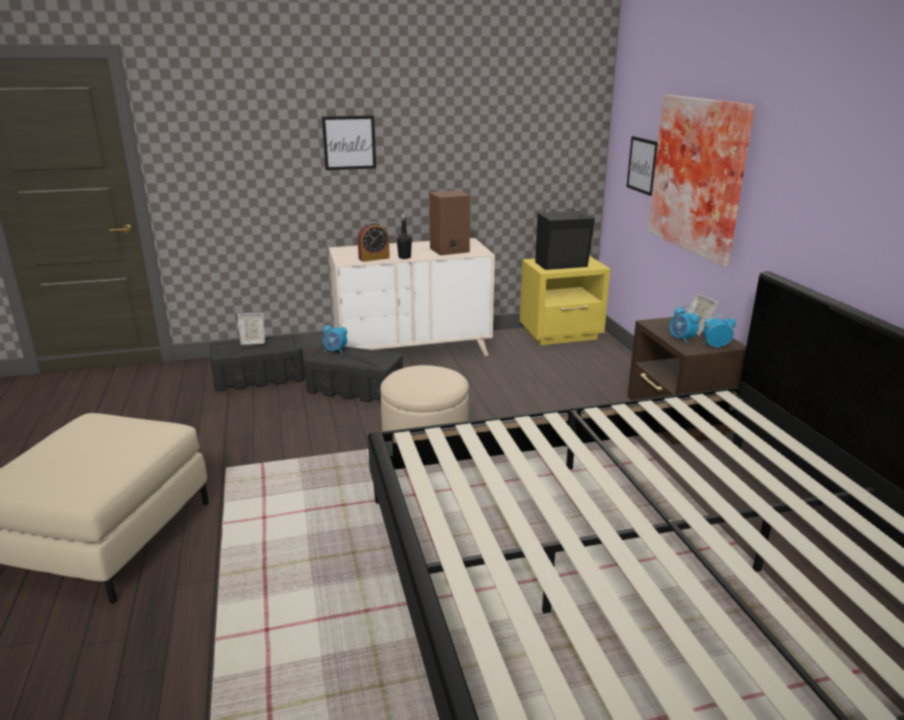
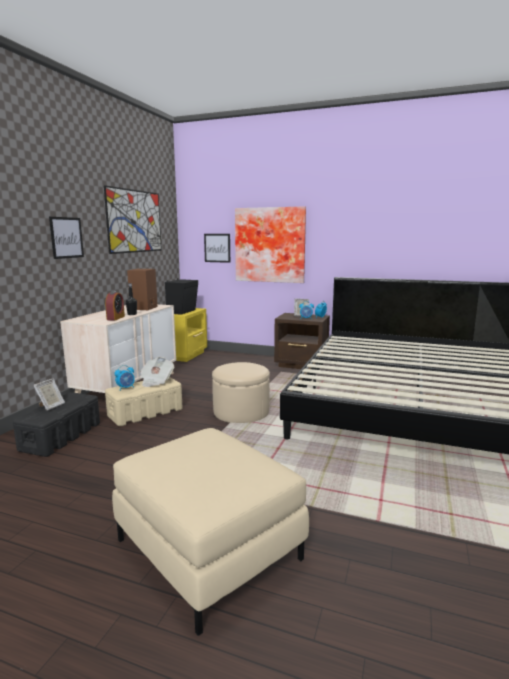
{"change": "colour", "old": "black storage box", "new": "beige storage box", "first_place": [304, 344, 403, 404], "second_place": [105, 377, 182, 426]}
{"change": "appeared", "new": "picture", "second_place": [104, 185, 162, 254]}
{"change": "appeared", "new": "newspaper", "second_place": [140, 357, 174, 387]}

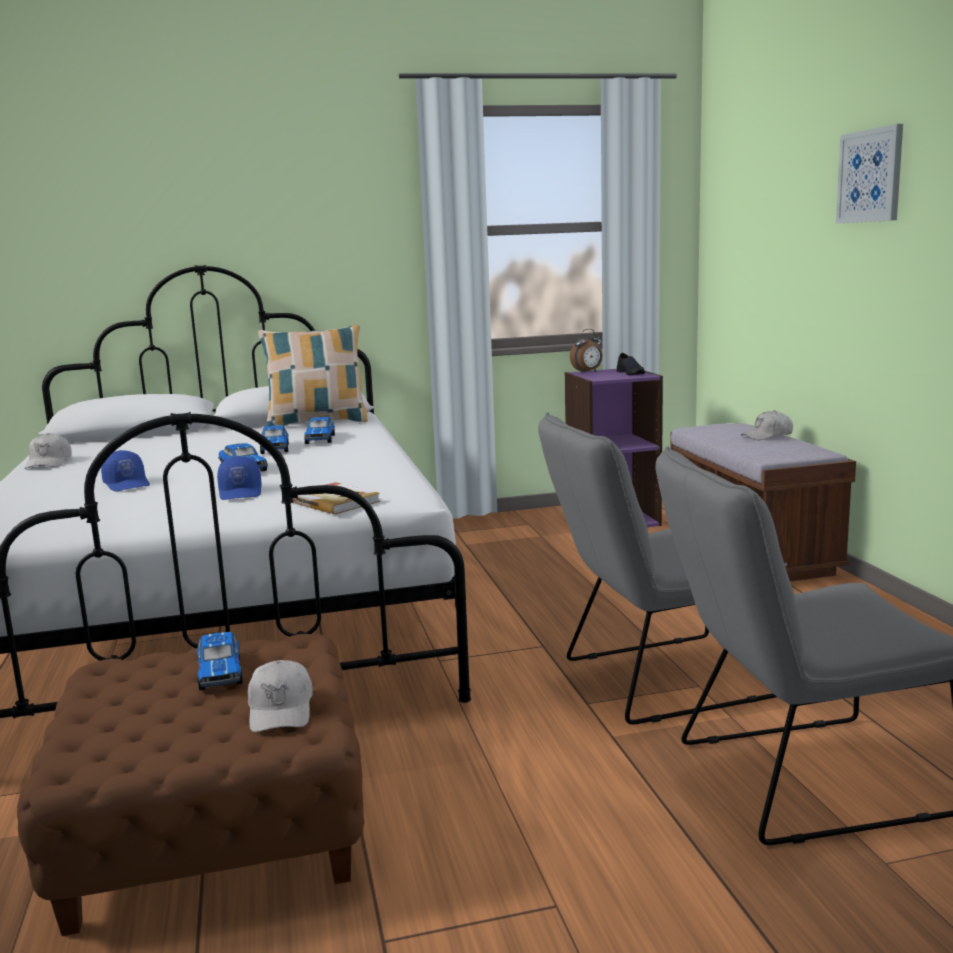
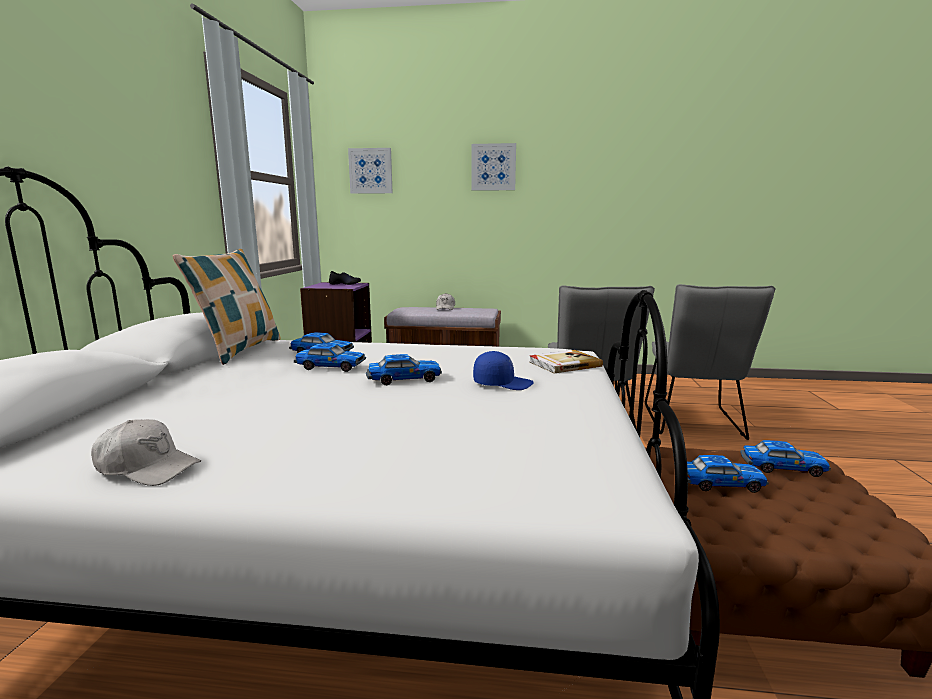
{"change": "missing", "old": "alarm clock", "first_place": [570, 329, 603, 373]}
{"change": "missing", "old": "blue cap", "first_place": [101, 450, 150, 491]}
{"change": "exchanged", "old": "white cap", "new": "toy car", "first_place": [248, 660, 313, 732], "second_place": [740, 440, 831, 477]}
{"change": "appeared", "new": "picture", "second_place": [348, 148, 393, 194]}

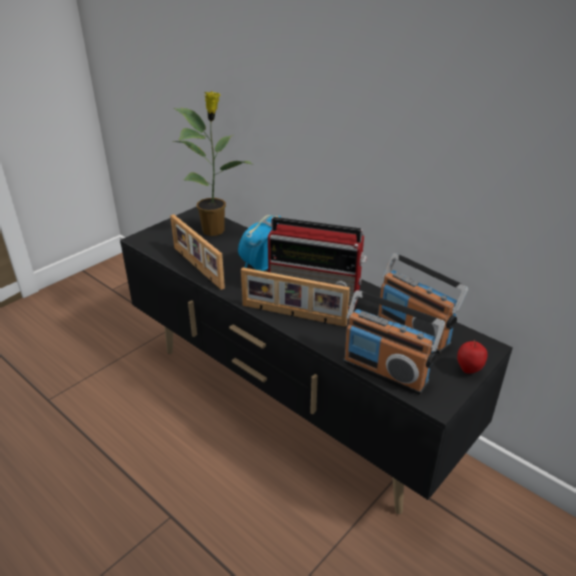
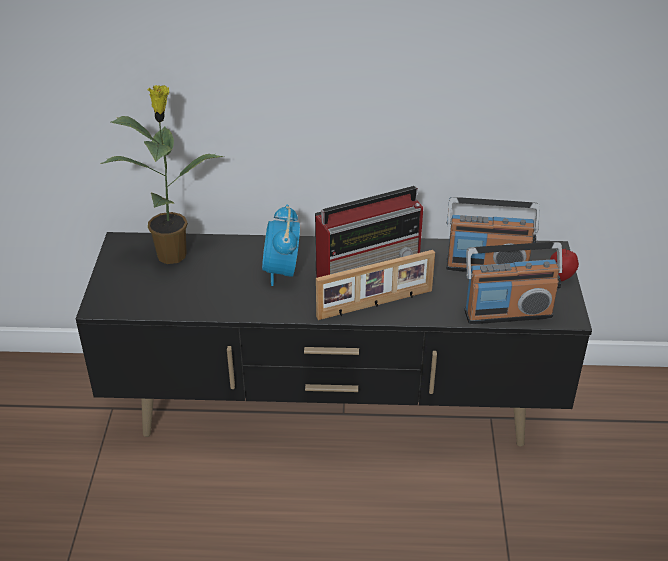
{"change": "missing", "old": "picture frame", "first_place": [170, 214, 225, 290]}

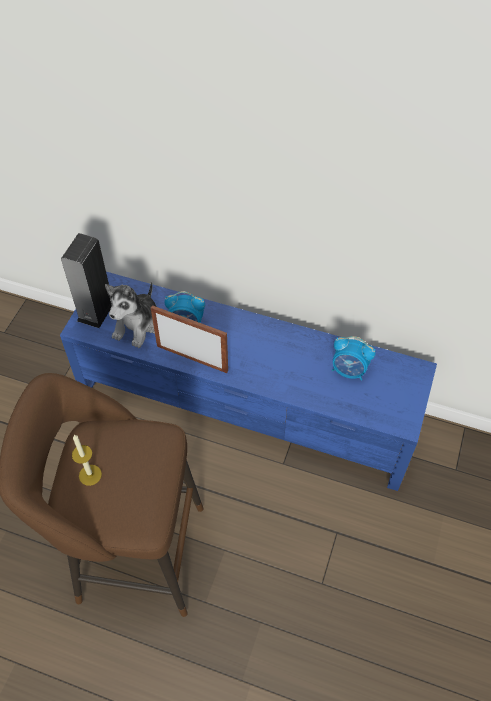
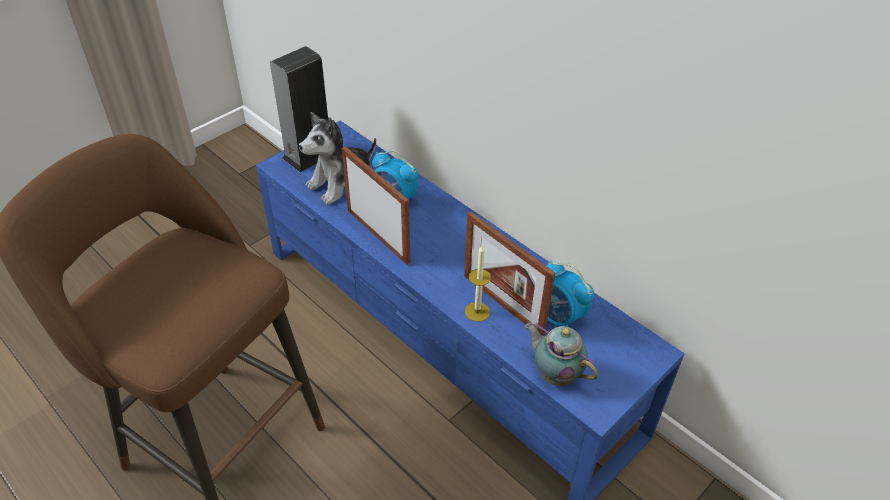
{"change": "relocated", "old": "candle", "first_place": [72, 435, 102, 486], "second_place": [465, 246, 491, 322]}
{"change": "appeared", "new": "picture frame", "second_place": [464, 212, 555, 336]}
{"change": "appeared", "new": "teapot", "second_place": [525, 322, 598, 386]}

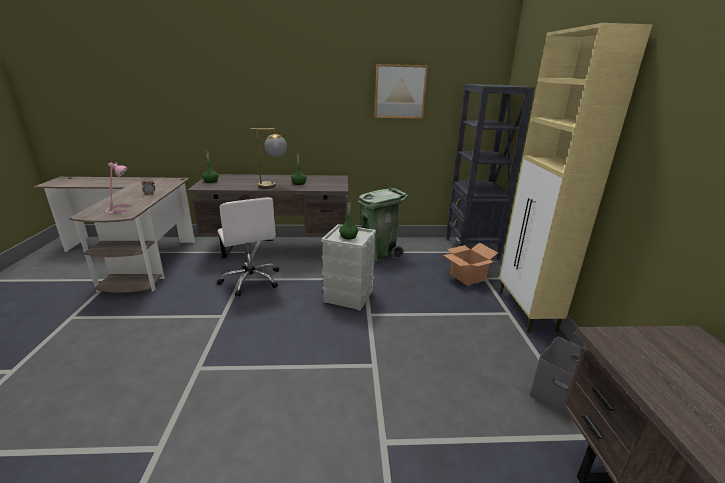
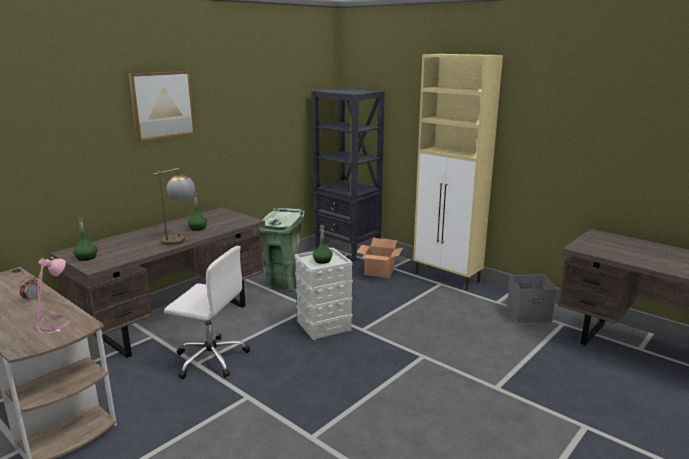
{"change": "relocated", "old": "picture", "first_place": [375, 64, 428, 119], "second_place": [129, 71, 195, 141]}

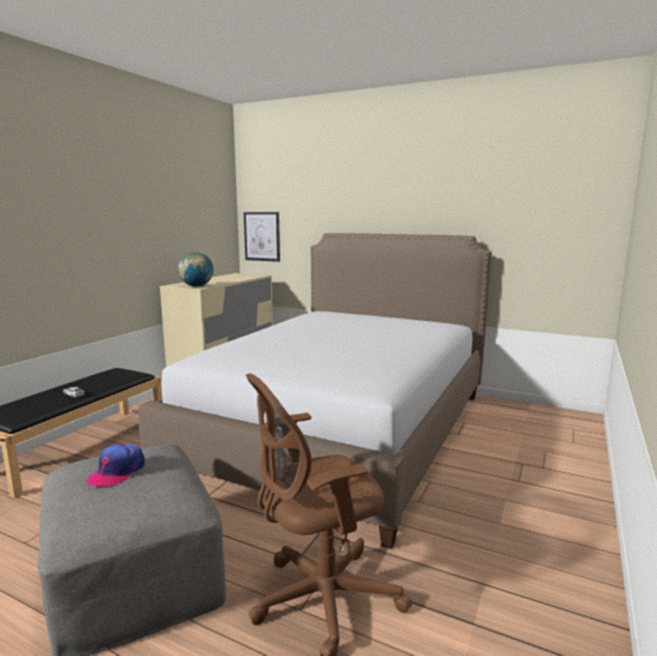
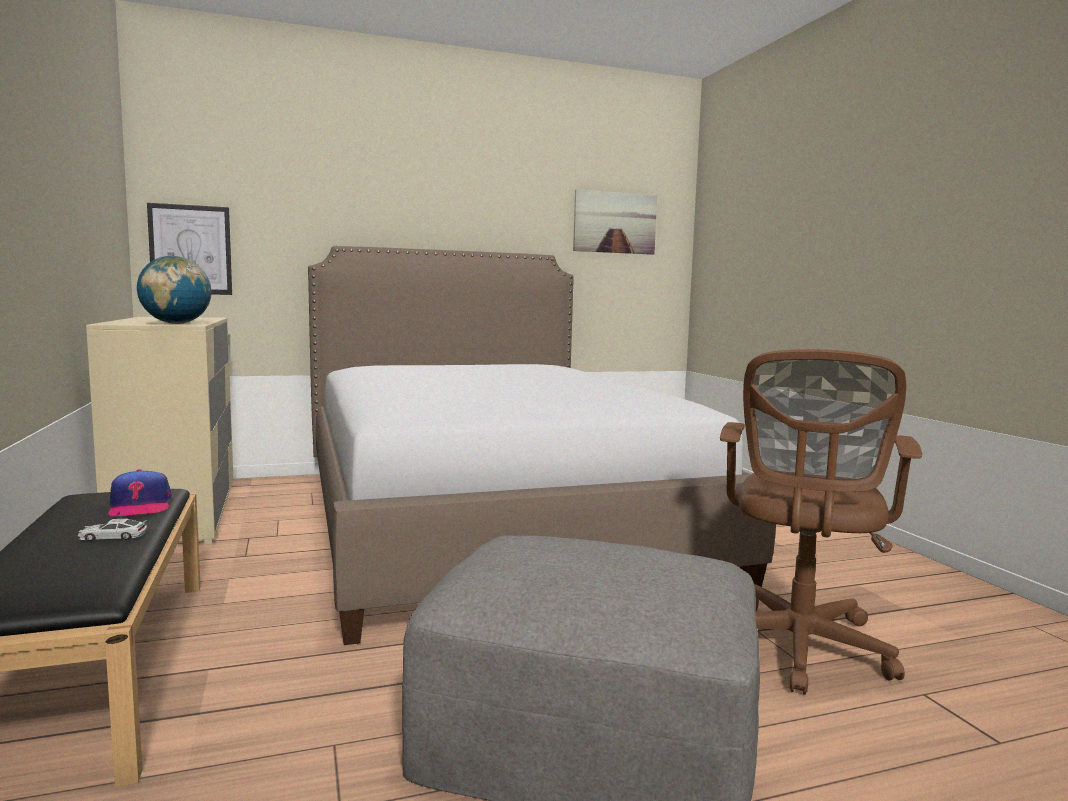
{"change": "relocated", "old": "cap", "first_place": [86, 444, 145, 487], "second_place": [108, 469, 171, 516]}
{"change": "appeared", "new": "picture", "second_place": [573, 189, 657, 255]}

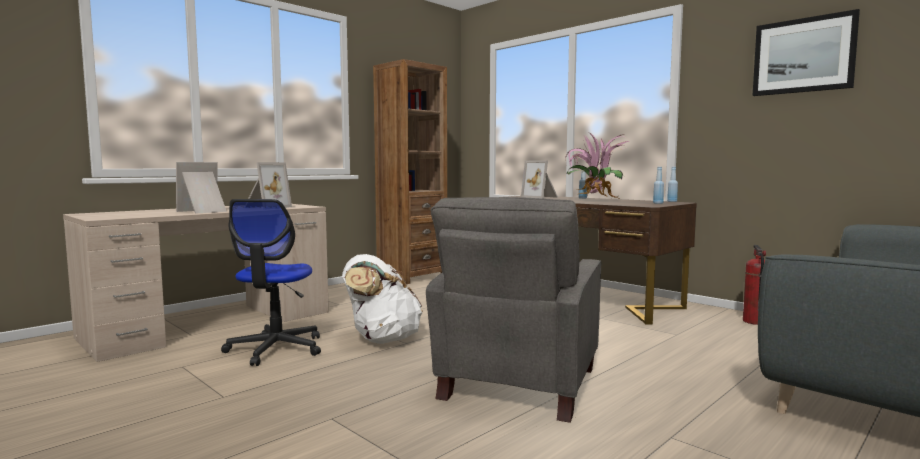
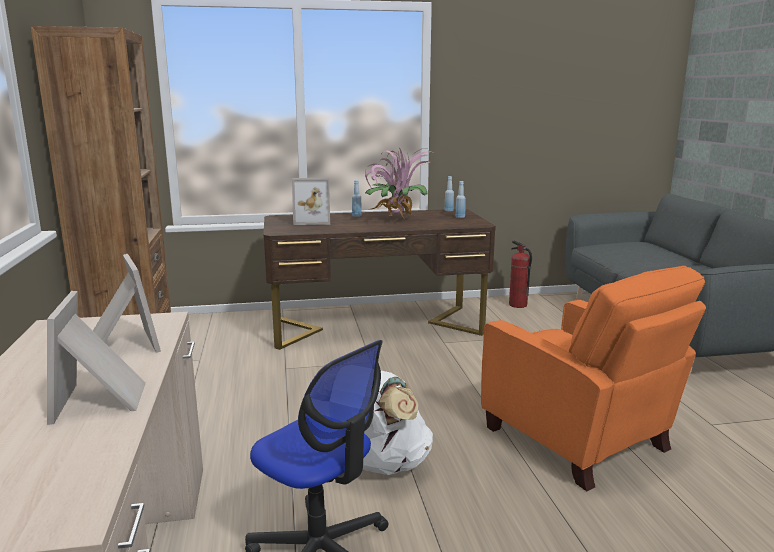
{"change": "missing", "old": "picture", "first_place": [753, 9, 860, 96]}
{"change": "colour", "old": "grey armchair", "new": "orange armchair", "first_place": [426, 197, 602, 423], "second_place": [481, 266, 706, 491]}

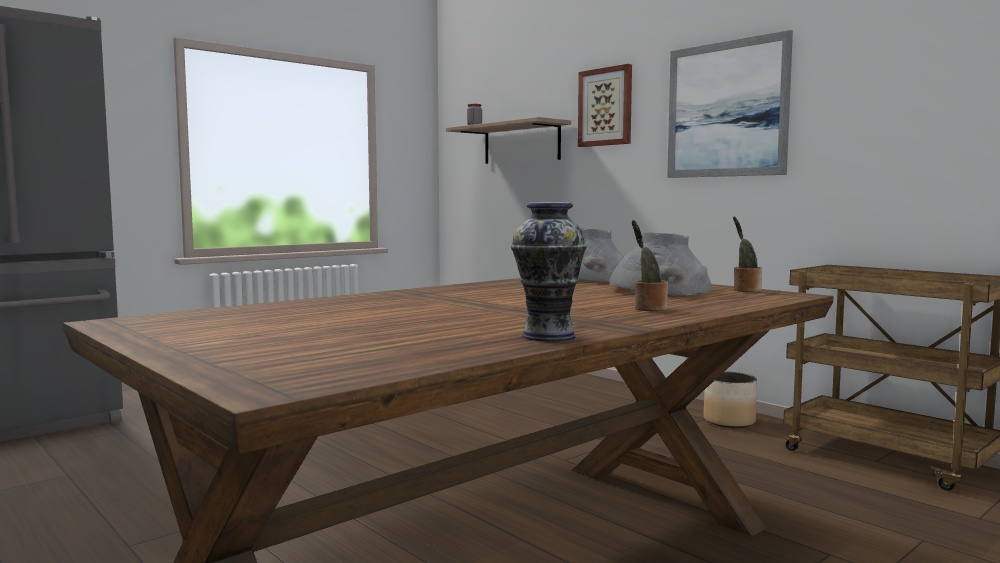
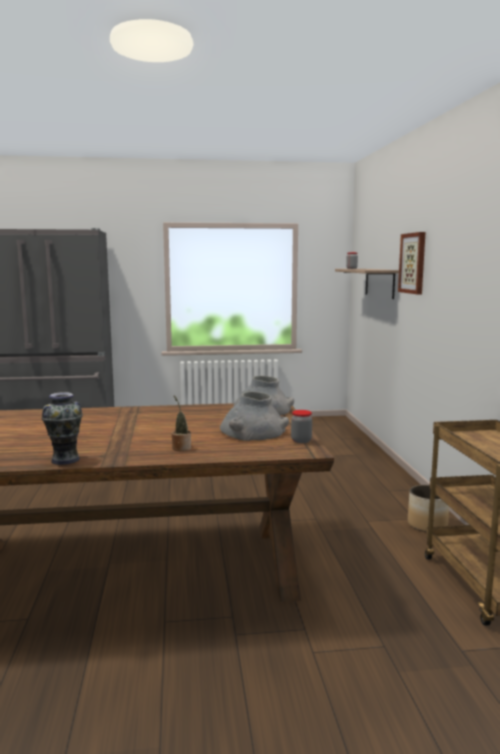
{"change": "missing", "old": "picture", "first_place": [667, 30, 793, 178]}
{"change": "exchanged", "old": "potted plant", "new": "jar", "first_place": [733, 216, 762, 292], "second_place": [291, 410, 312, 443]}

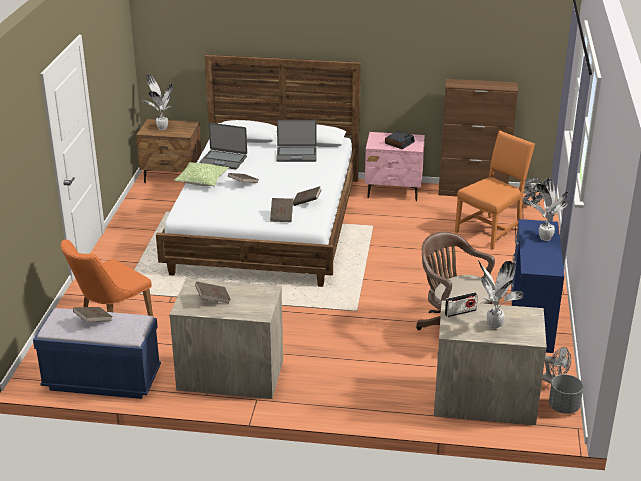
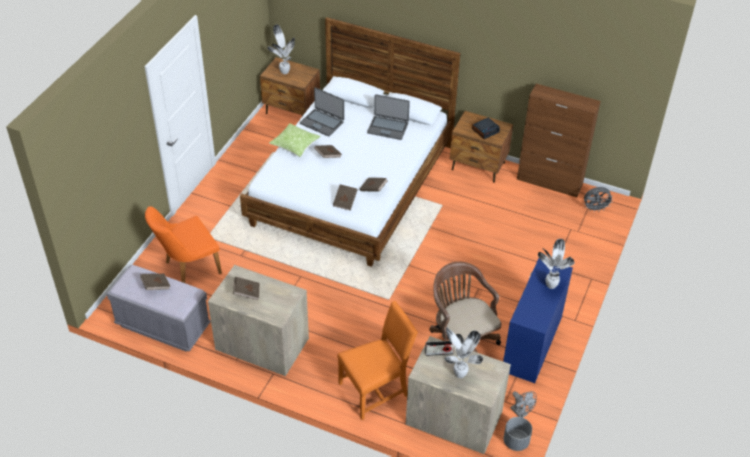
{"change": "relocated", "old": "orange chair", "first_place": [455, 131, 535, 250], "second_place": [337, 301, 418, 420]}
{"change": "colour", "old": "pink nightstand", "new": "brown nightstand", "first_place": [365, 132, 425, 201], "second_place": [450, 111, 513, 183]}
{"change": "colour", "old": "blue bench", "new": "grey bench", "first_place": [33, 308, 161, 399], "second_place": [107, 265, 211, 352]}

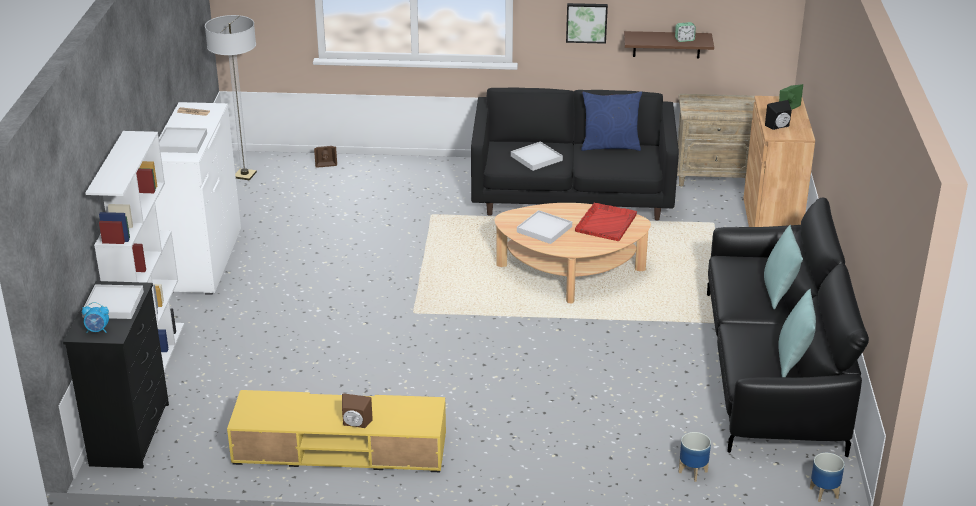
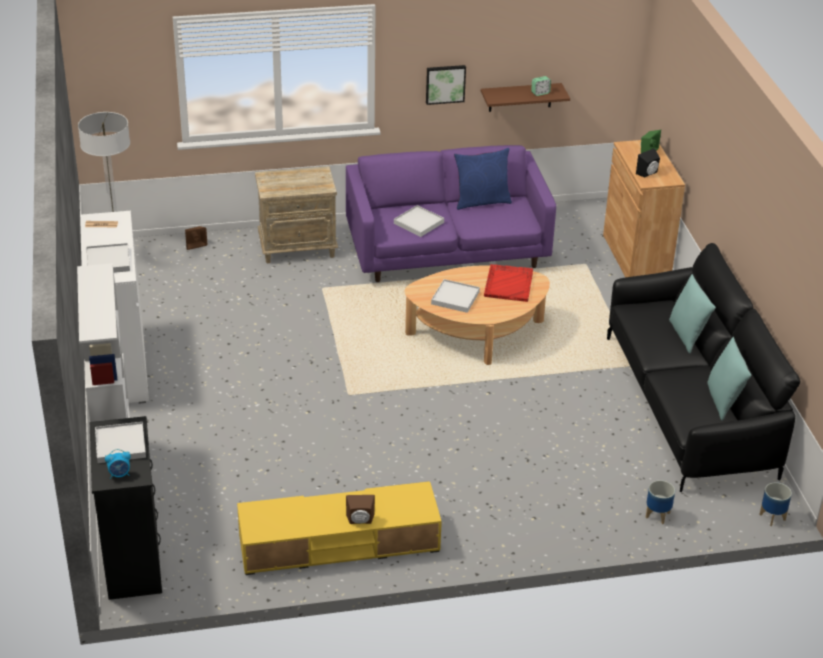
{"change": "colour", "old": "black sofa", "new": "purple sofa", "first_place": [471, 88, 679, 220], "second_place": [346, 145, 556, 282]}
{"change": "relocated", "old": "beige nightstand", "first_place": [677, 94, 755, 187], "second_place": [255, 166, 338, 263]}

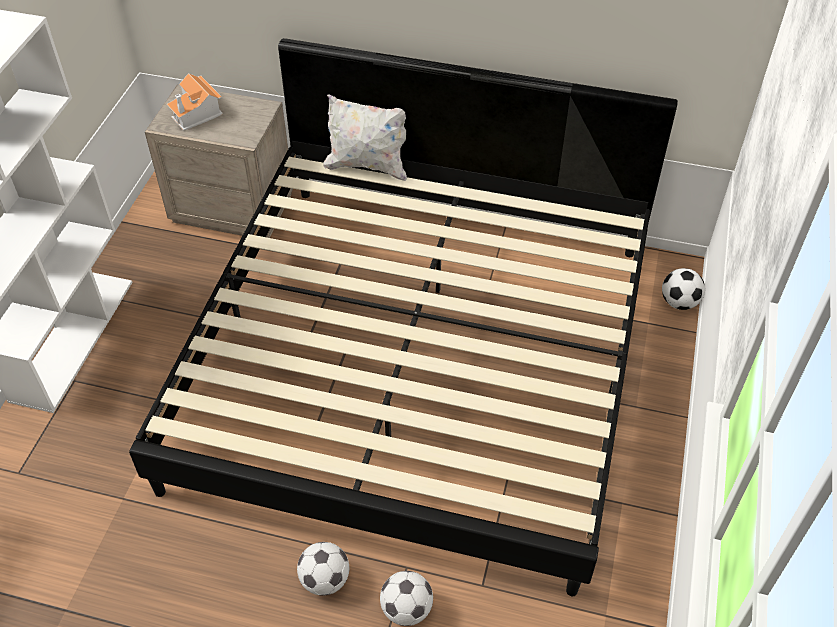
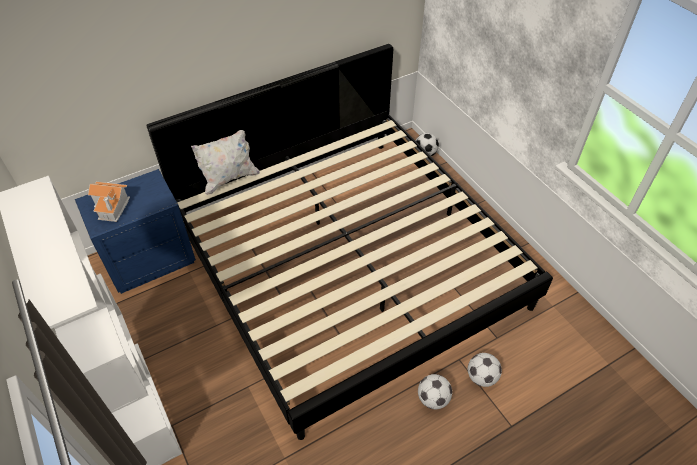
{"change": "colour", "old": "beige nightstand", "new": "blue nightstand", "first_place": [145, 85, 293, 238], "second_place": [75, 169, 196, 294]}

